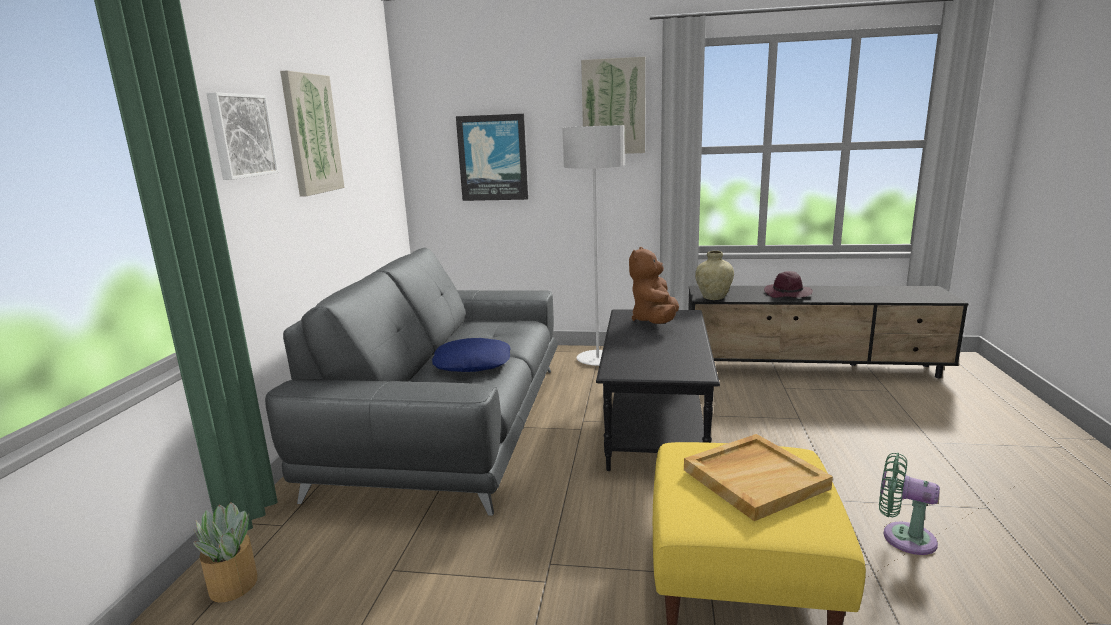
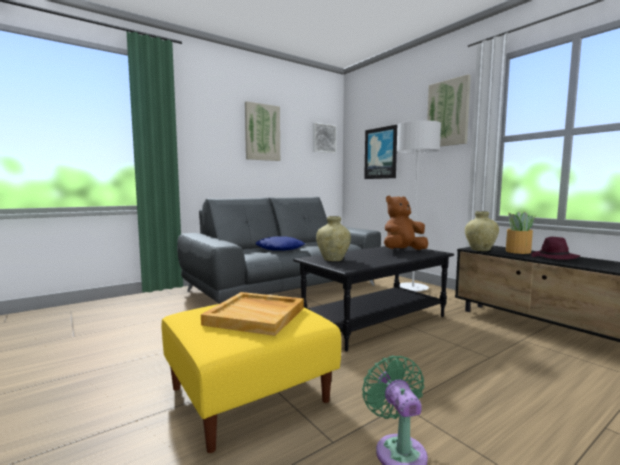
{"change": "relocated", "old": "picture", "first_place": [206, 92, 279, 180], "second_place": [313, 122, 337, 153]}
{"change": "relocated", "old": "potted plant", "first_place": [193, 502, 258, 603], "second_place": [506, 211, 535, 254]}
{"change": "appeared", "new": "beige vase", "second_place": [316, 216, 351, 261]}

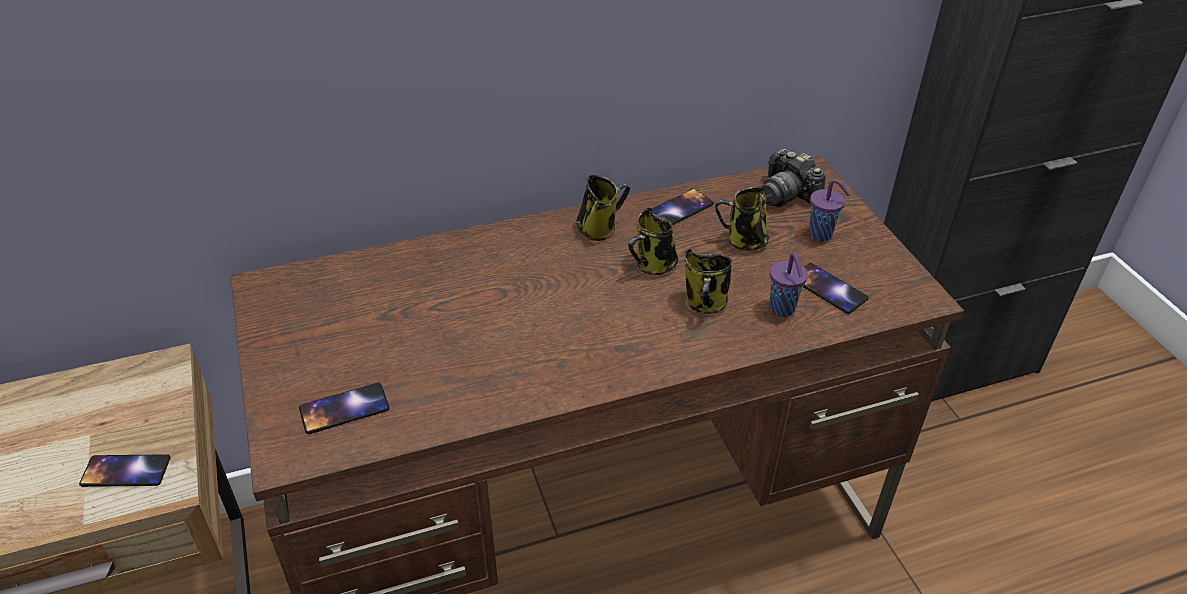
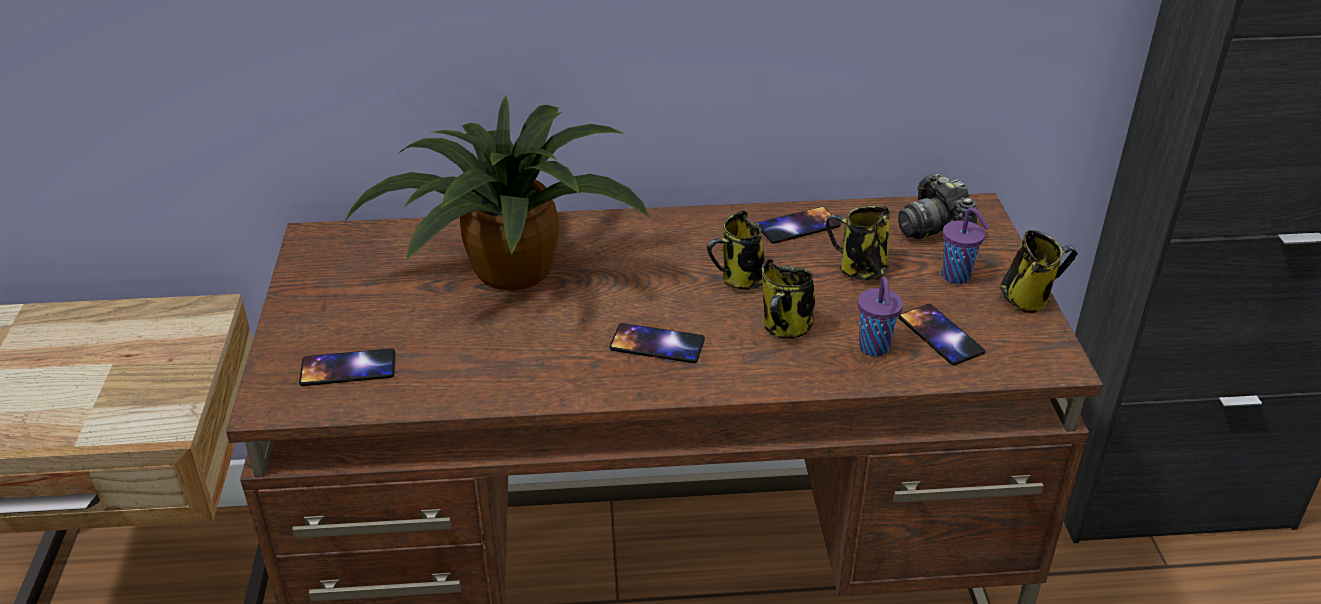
{"change": "relocated", "old": "mug", "first_place": [576, 174, 630, 241], "second_place": [1000, 230, 1078, 313]}
{"change": "relocated", "old": "phone", "first_place": [79, 454, 171, 487], "second_place": [609, 323, 705, 363]}
{"change": "appeared", "new": "potted plant", "second_place": [343, 96, 650, 291]}

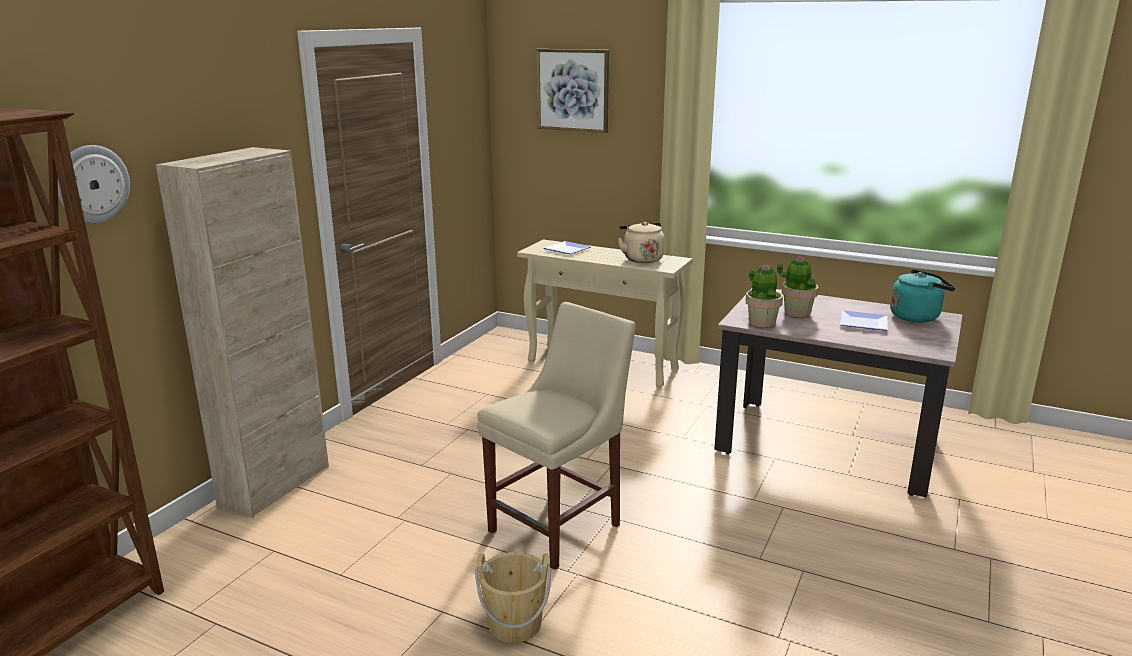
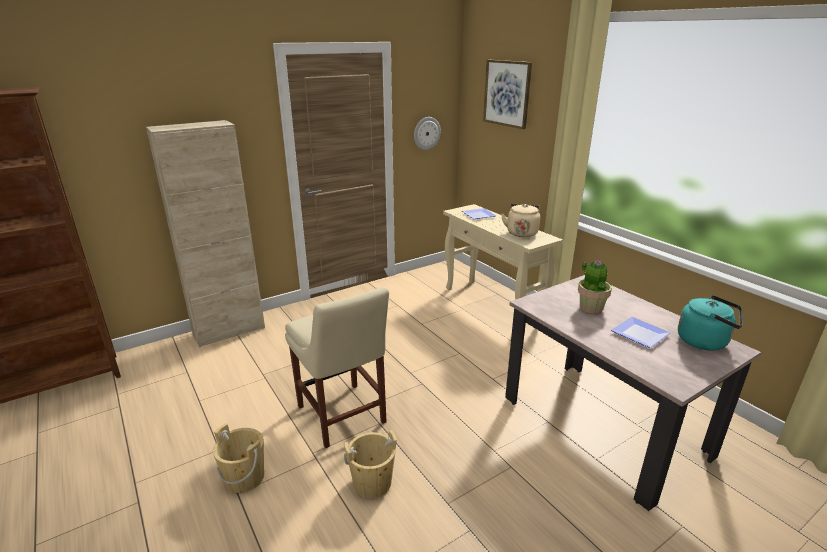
{"change": "relocated", "old": "wall clock", "first_place": [58, 145, 130, 223], "second_place": [414, 117, 441, 150]}
{"change": "missing", "old": "potted plant", "first_place": [746, 264, 783, 327]}
{"change": "spun", "old": "beige chair", "first_place": [477, 302, 636, 570], "second_place": [285, 287, 389, 448], "degrees": 75}
{"change": "appeared", "new": "beige bucket", "second_place": [344, 430, 397, 498]}

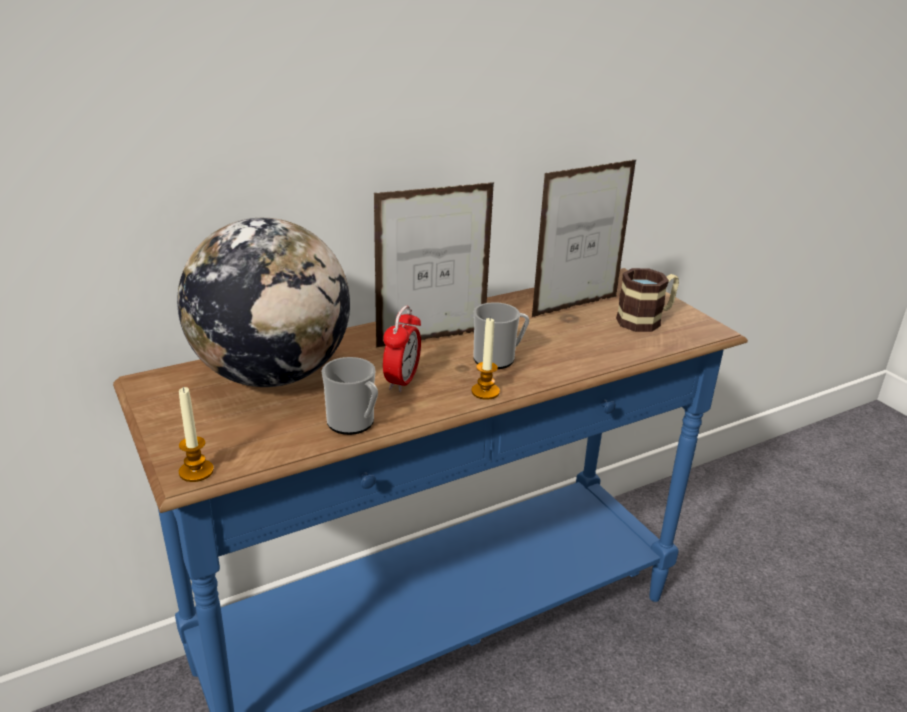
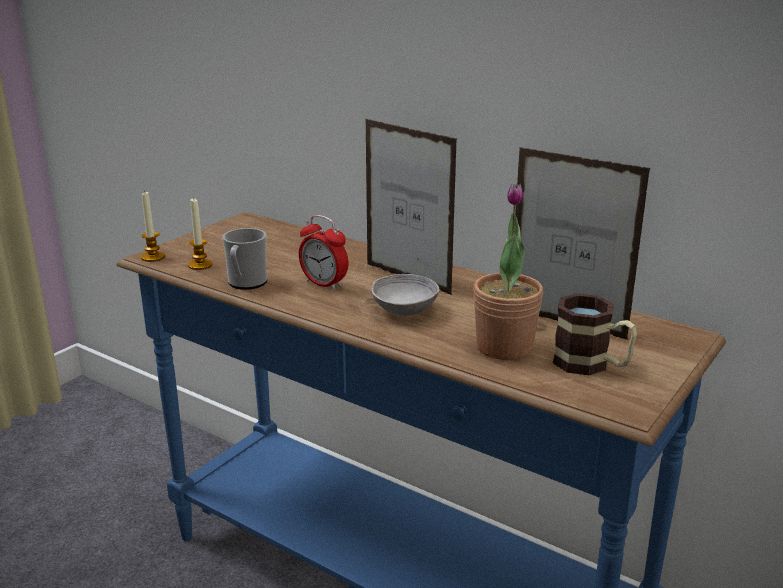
{"change": "missing", "old": "globe", "first_place": [177, 218, 350, 387]}
{"change": "exchanged", "old": "mug", "new": "grey bowl", "first_place": [473, 302, 529, 369], "second_place": [371, 274, 440, 316]}
{"change": "spun", "old": "alarm clock", "first_place": [383, 306, 421, 392], "second_place": [299, 215, 348, 290], "degrees": 45}
{"change": "relocated", "old": "candle", "first_place": [471, 317, 500, 400], "second_place": [188, 197, 212, 270]}
{"change": "appeared", "new": "potted plant", "second_place": [473, 184, 543, 360]}

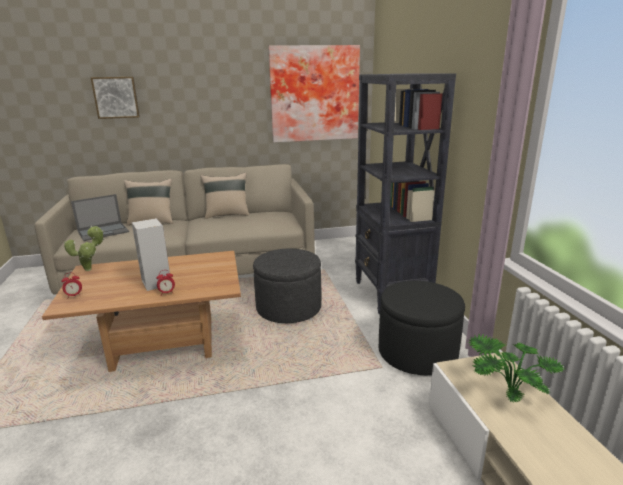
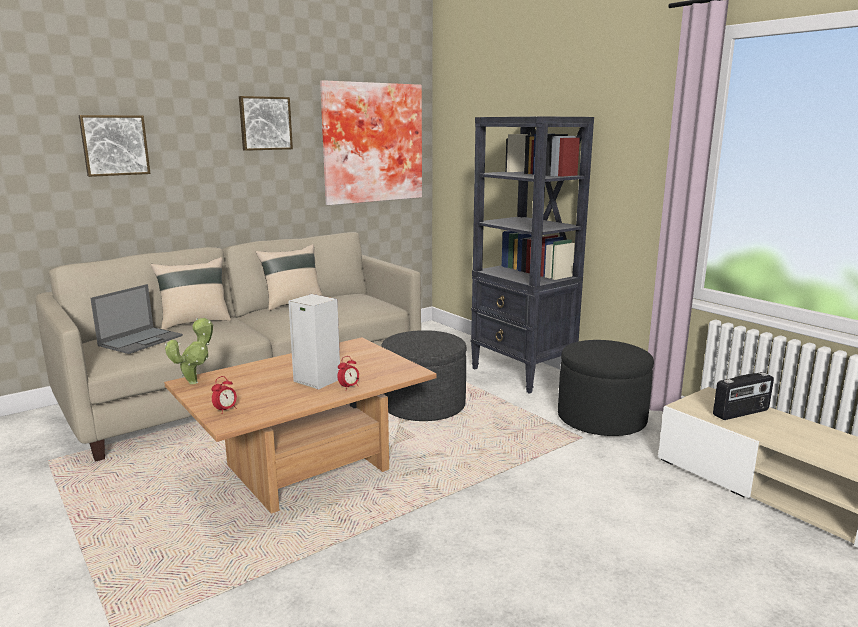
{"change": "exchanged", "old": "potted plant", "new": "radio", "first_place": [468, 334, 565, 403], "second_place": [713, 372, 774, 420]}
{"change": "appeared", "new": "picture", "second_place": [239, 96, 293, 151]}

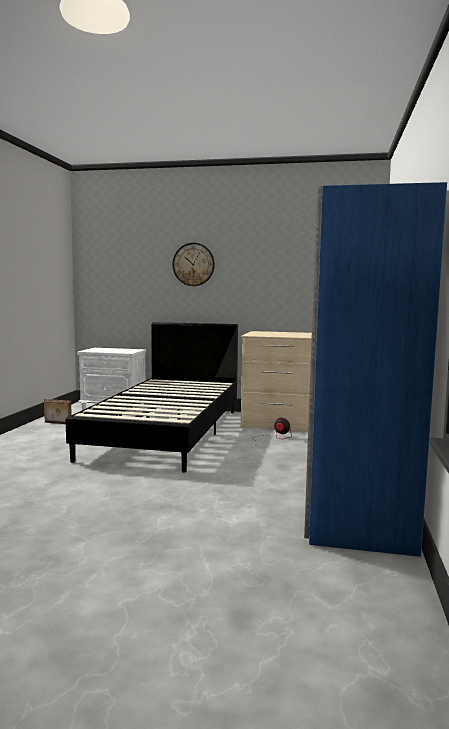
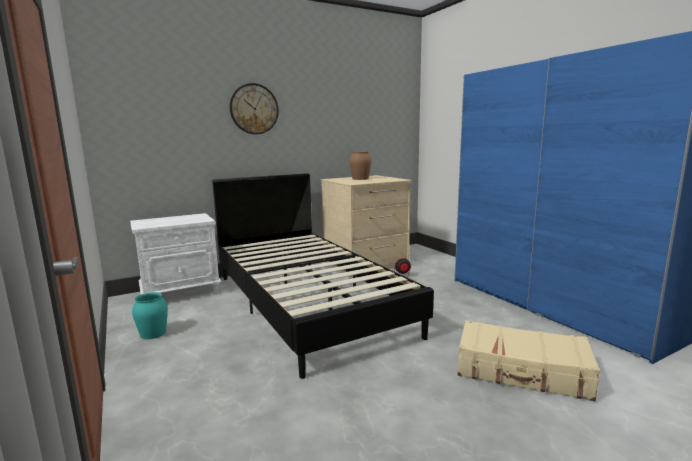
{"change": "exchanged", "old": "picture frame", "new": "turquoise vase", "first_place": [44, 399, 72, 424], "second_place": [132, 292, 168, 339]}
{"change": "appeared", "new": "brown vase", "second_place": [349, 151, 371, 180]}
{"change": "appeared", "new": "beige suitcase", "second_place": [457, 320, 600, 401]}

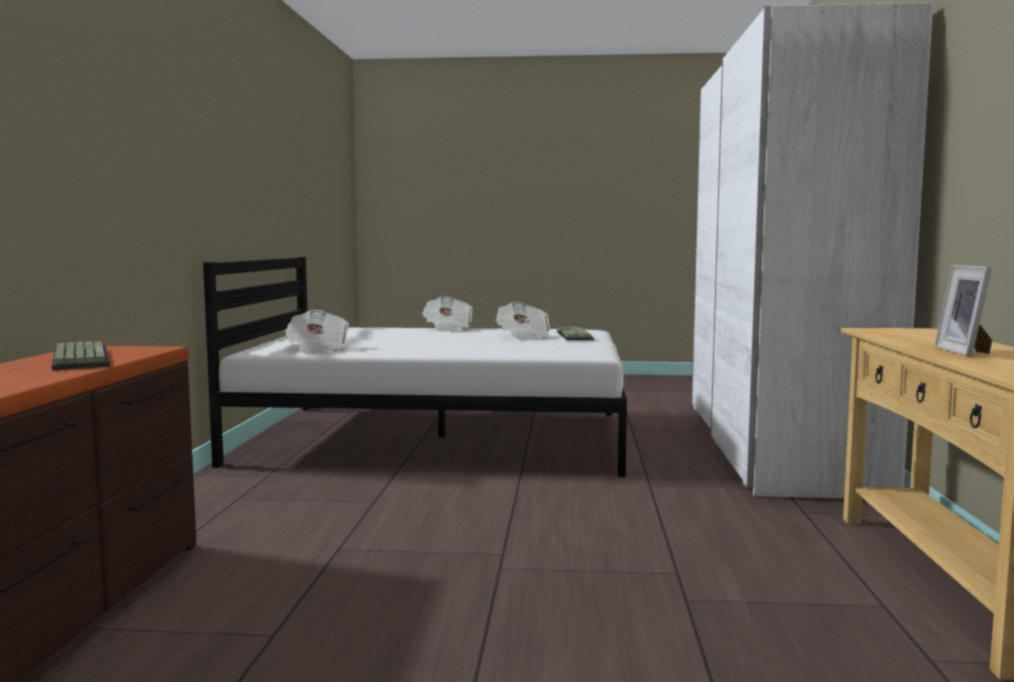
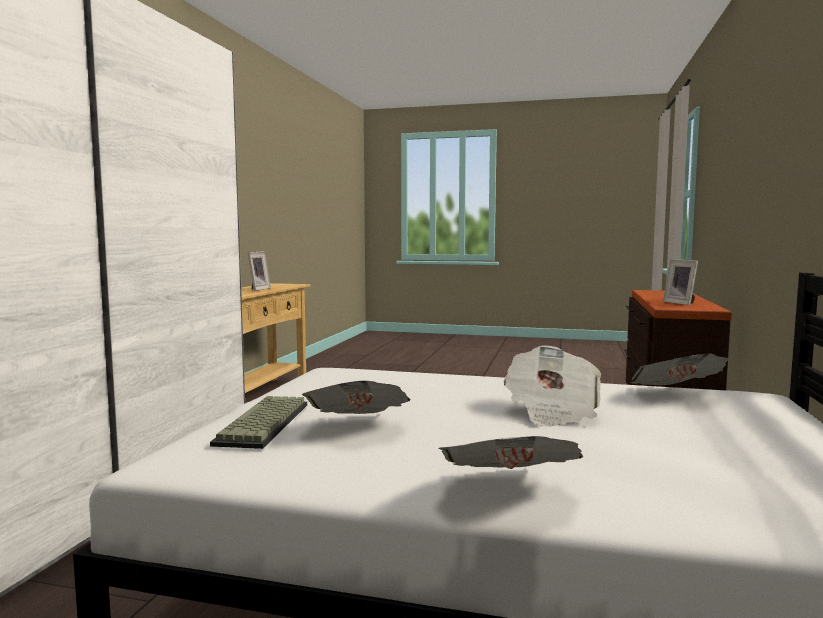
{"change": "exchanged", "old": "keyboard", "new": "picture frame", "first_place": [51, 341, 110, 370], "second_place": [663, 259, 698, 305]}
{"change": "appeared", "new": "newspaper", "second_place": [503, 345, 601, 427]}

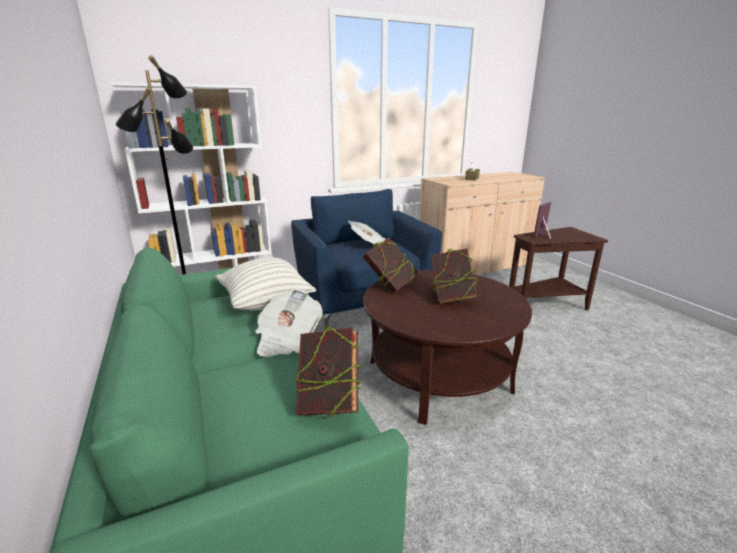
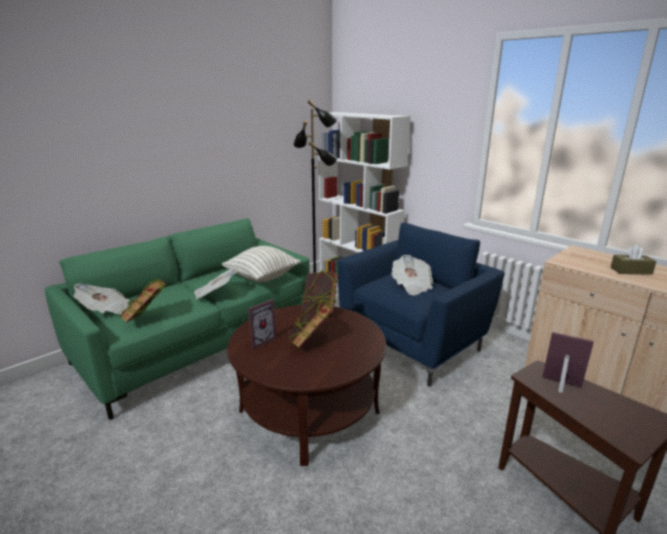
{"change": "appeared", "new": "newspaper", "second_place": [73, 284, 130, 315]}
{"change": "appeared", "new": "picture frame", "second_place": [248, 299, 277, 350]}

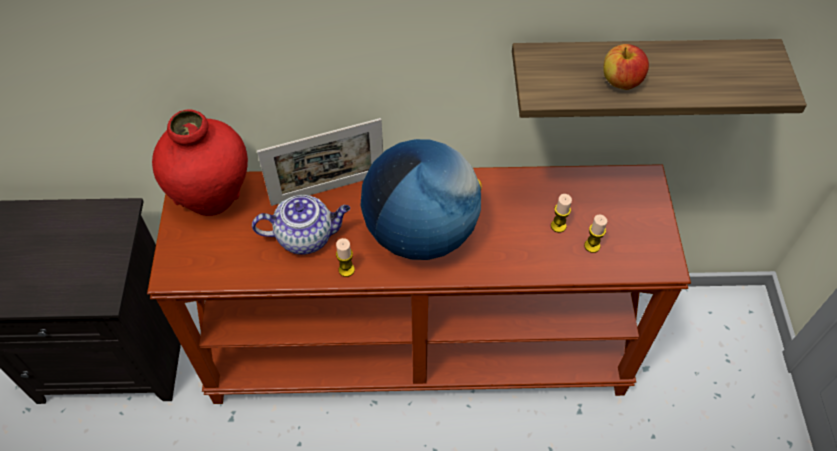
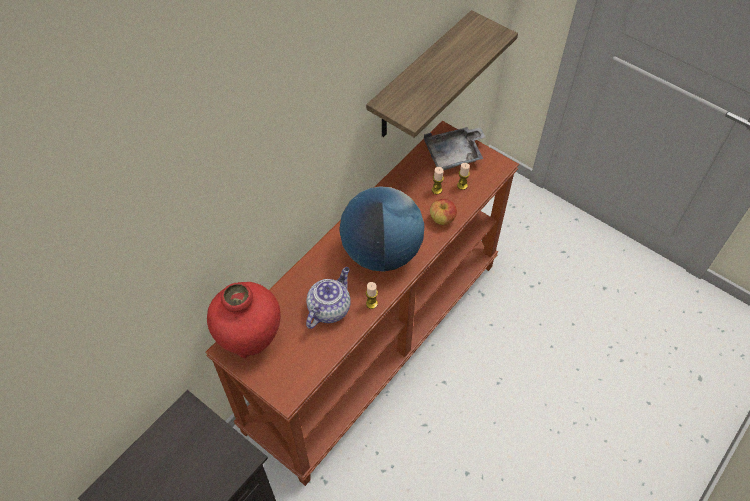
{"change": "relocated", "old": "apple", "first_place": [603, 44, 649, 90], "second_place": [430, 199, 457, 225]}
{"change": "missing", "old": "picture frame", "first_place": [257, 118, 383, 206]}
{"change": "appeared", "new": "grey tray", "second_place": [424, 127, 486, 171]}

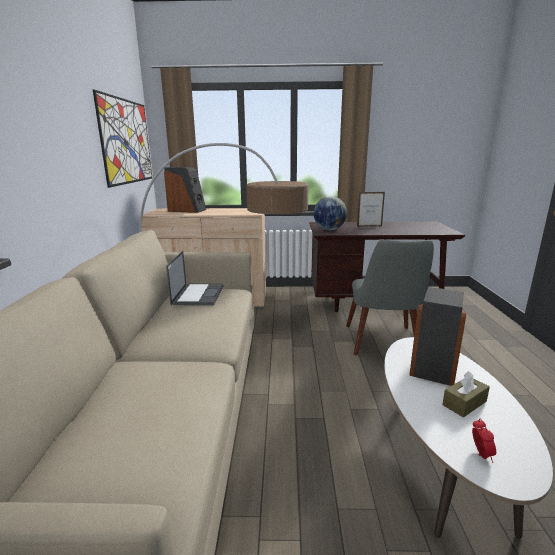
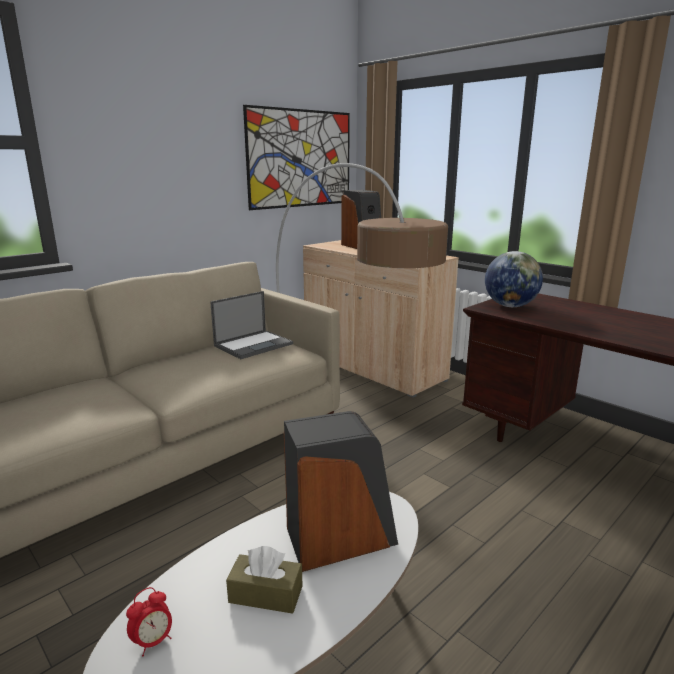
{"change": "missing", "old": "picture frame", "first_place": [357, 192, 385, 227]}
{"change": "missing", "old": "grey chair", "first_place": [346, 239, 434, 355]}

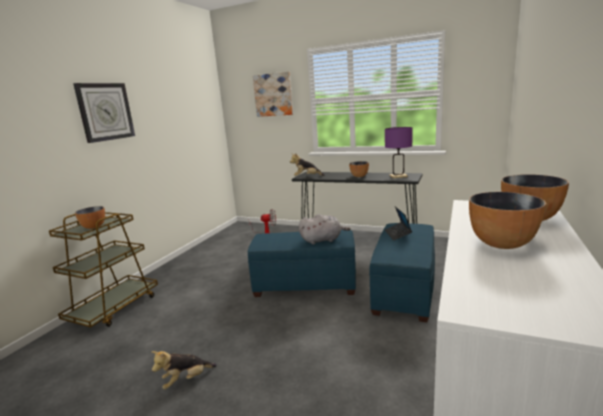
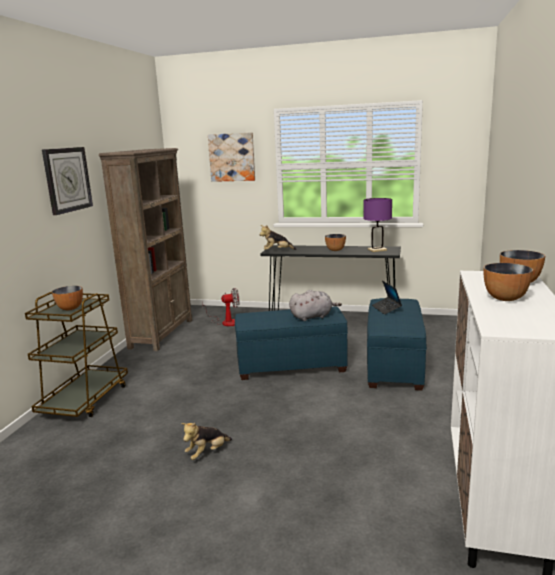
{"change": "appeared", "new": "brown bookcase", "second_place": [99, 148, 192, 351]}

